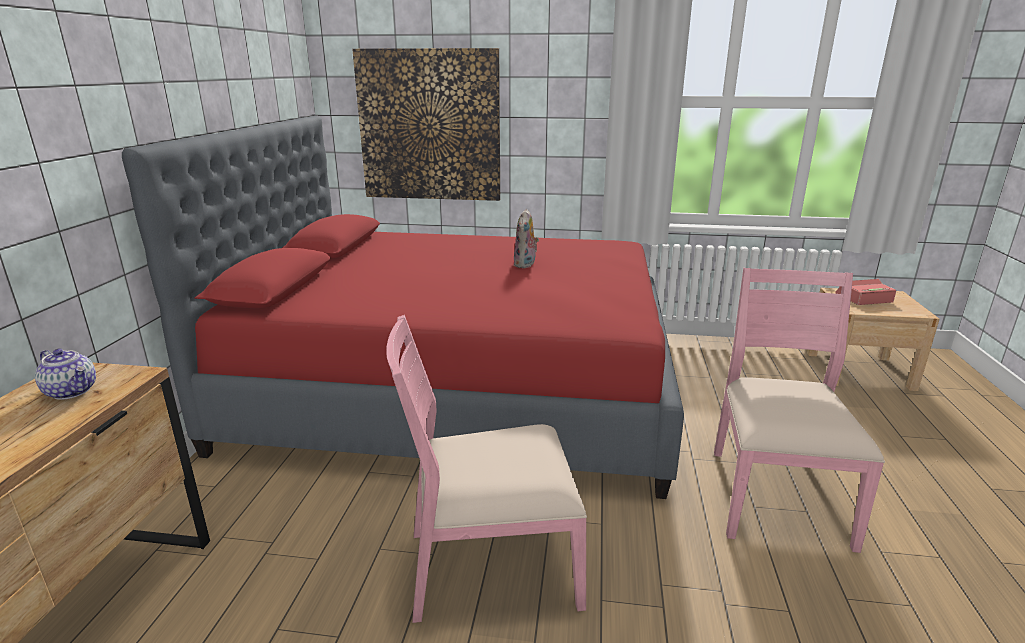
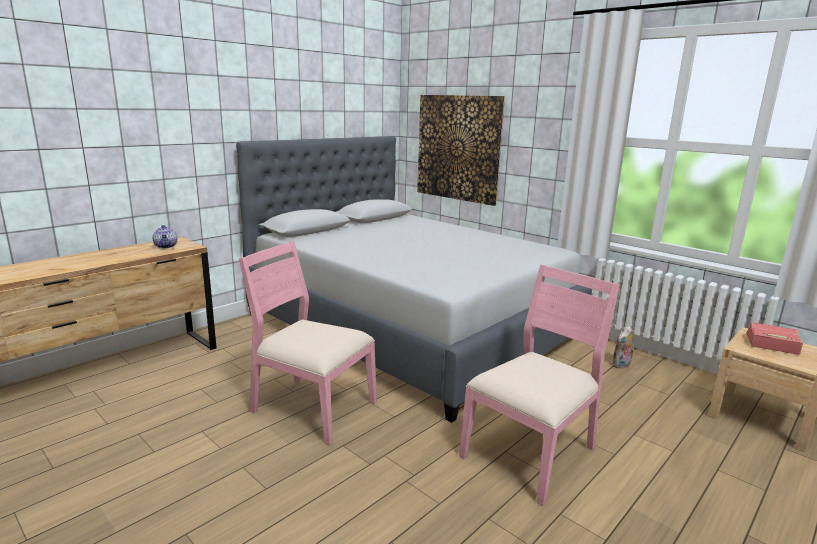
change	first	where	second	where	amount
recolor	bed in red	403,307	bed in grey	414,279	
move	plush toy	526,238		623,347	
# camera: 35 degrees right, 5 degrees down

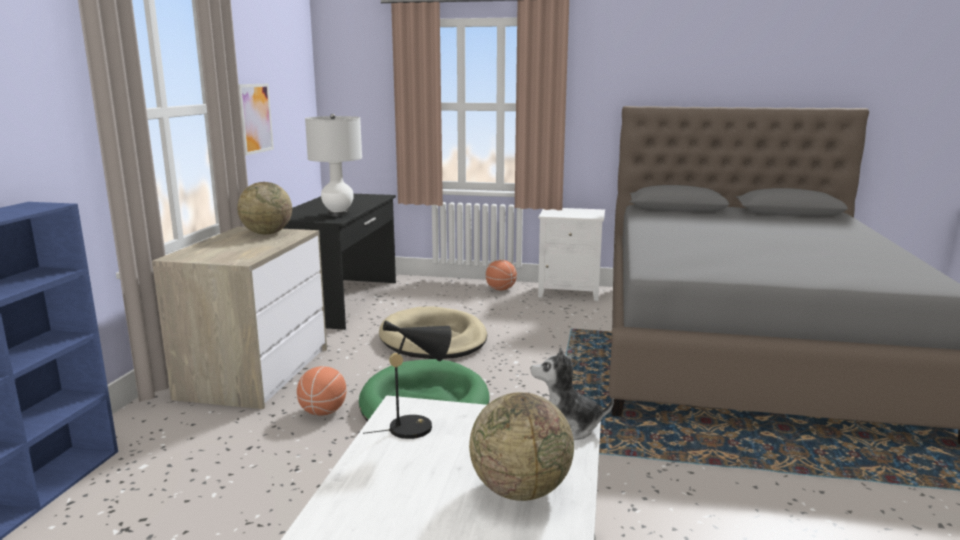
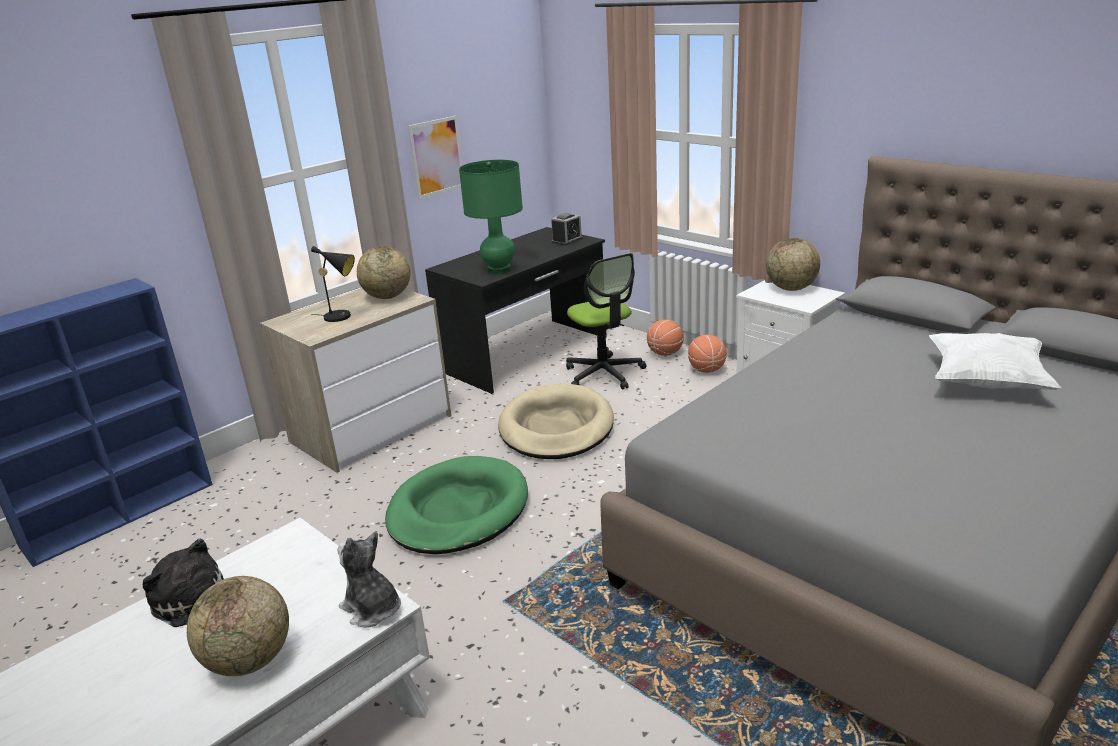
change	first	where	second	where	amount
insert			plush toy	183,583	
move	table lamp in black	407,379		333,284	
recolor	table lamp in white	333,165	table lamp in green	491,217	
insert			alarm clock	567,229	
insert			office chair	606,321	
move	basketball	321,391		665,337	
insert			globe	793,264	
insert			pillow in white	995,361	
# camera: 35 degrees right, 10 degrees up

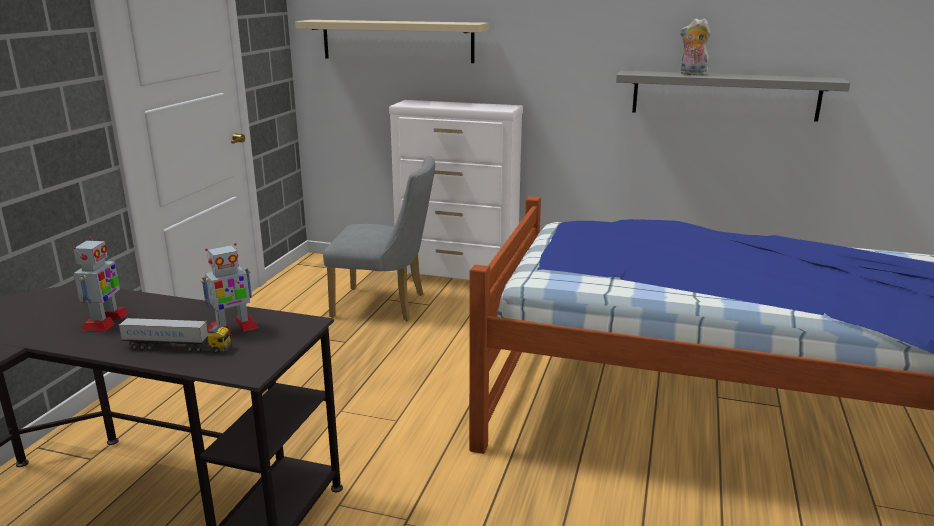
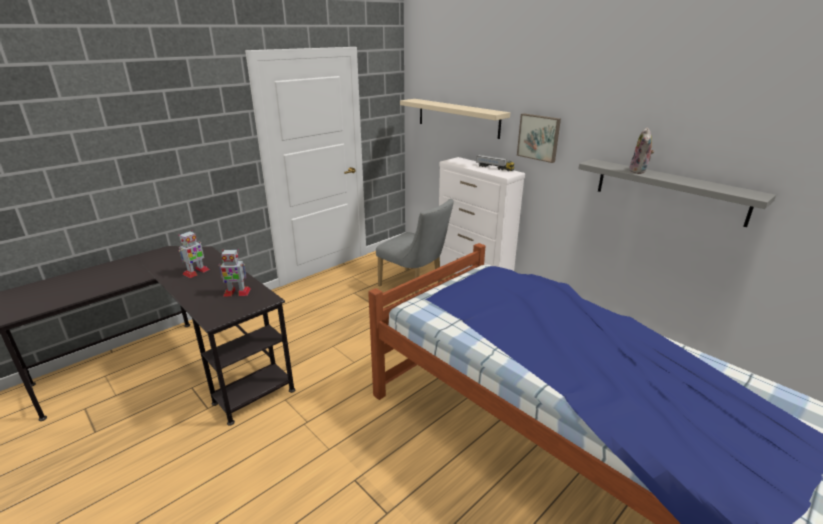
change	first	where	second	where	amount
move	toy truck	174,335		495,163	
insert			picture	539,138	
rotate	plush toy	695,47		641,150	135 degrees counterclockwise
# camera: 30 degrees right, 5 degrees up

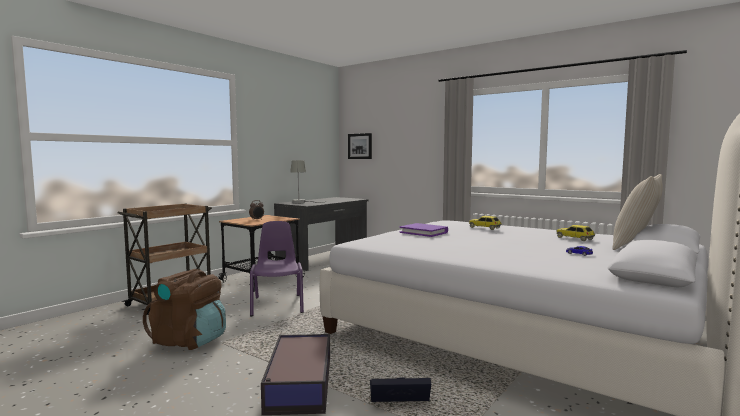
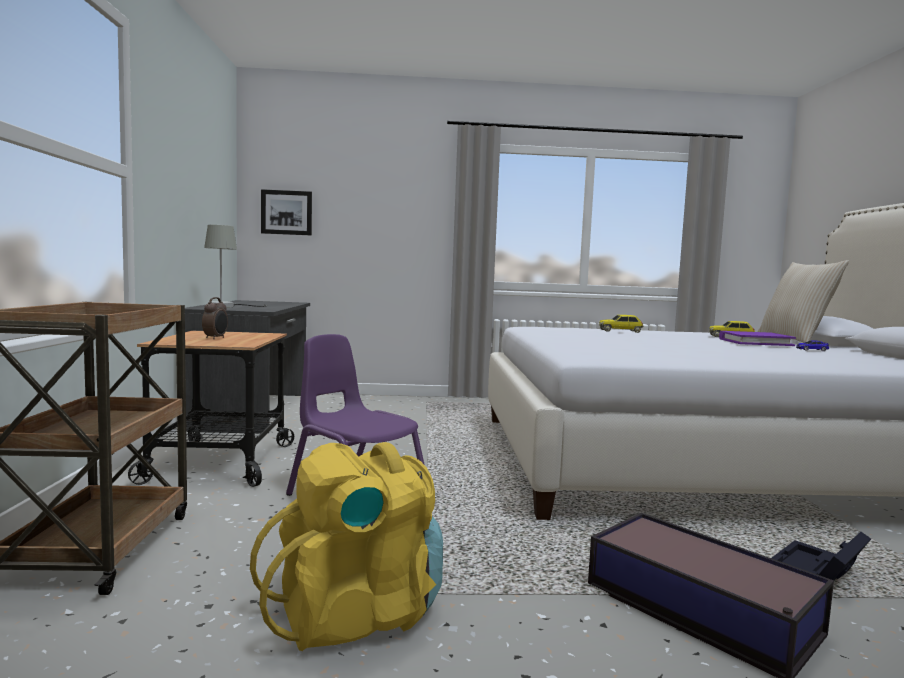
change	first	where	second	where	amount
recolor	backpack in brown	184,309	backpack in yellow	346,546	
move	book in purple	423,230		757,338	
# camera: 40 degrees left, 0 degrees up

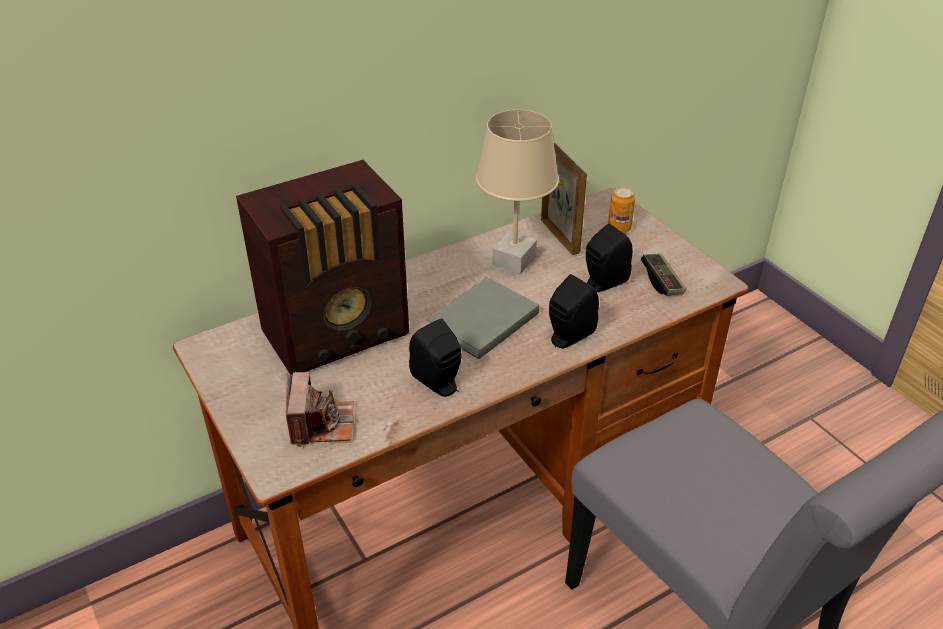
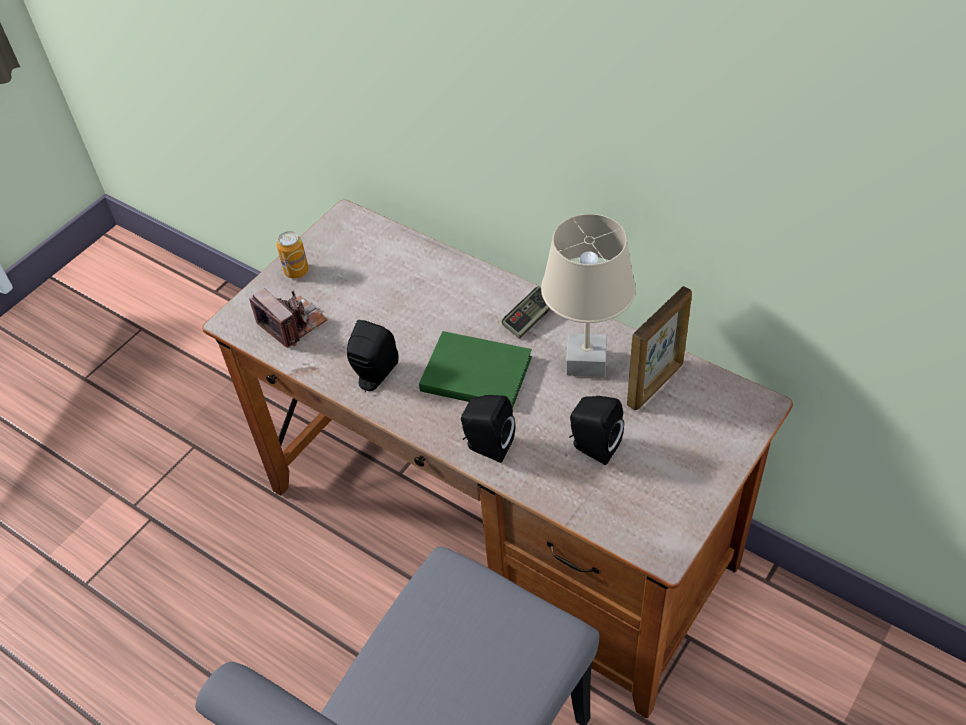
change	first	where	second	where	amount
rotate	photo camera	320,409		288,318	105 degrees counterclockwise
move	can	621,210		293,255	
recolor	book in grey	483,318	book in green	475,369	
move	game controller	663,274		526,312	
delete	radio	322,267			
# camera: 70 degrees right, 10 degrees up

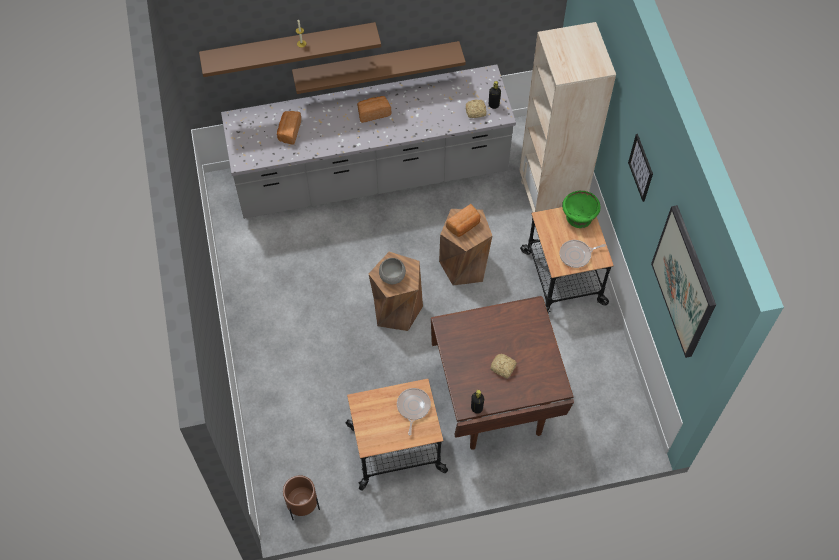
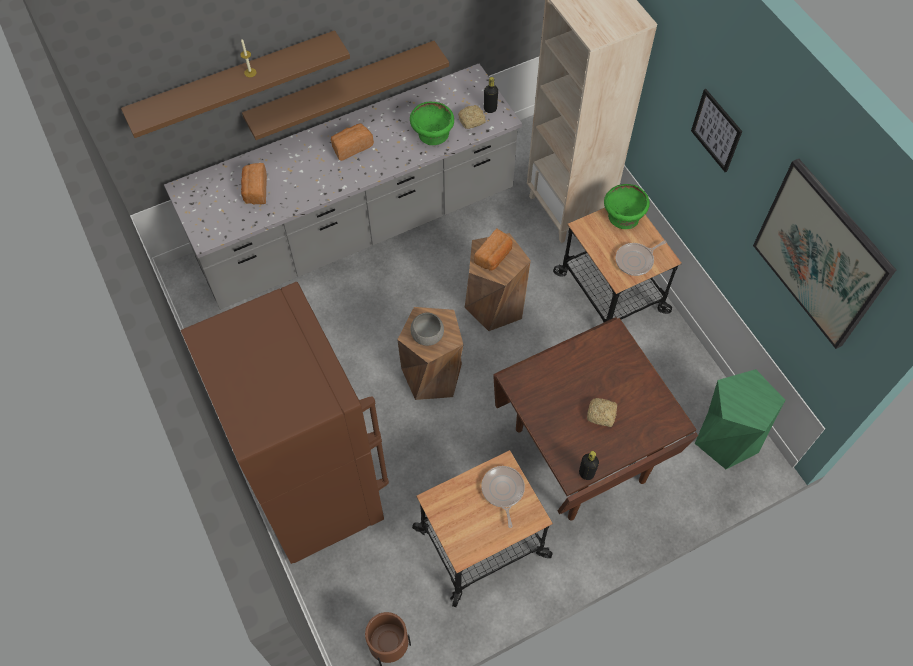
change	first	where	second	where	amount
insert			fridge in brown	285,422	
insert			bowl in green	432,123	
insert			stool in green	740,419	
# camera: 15 degrees left, 0 degrees up

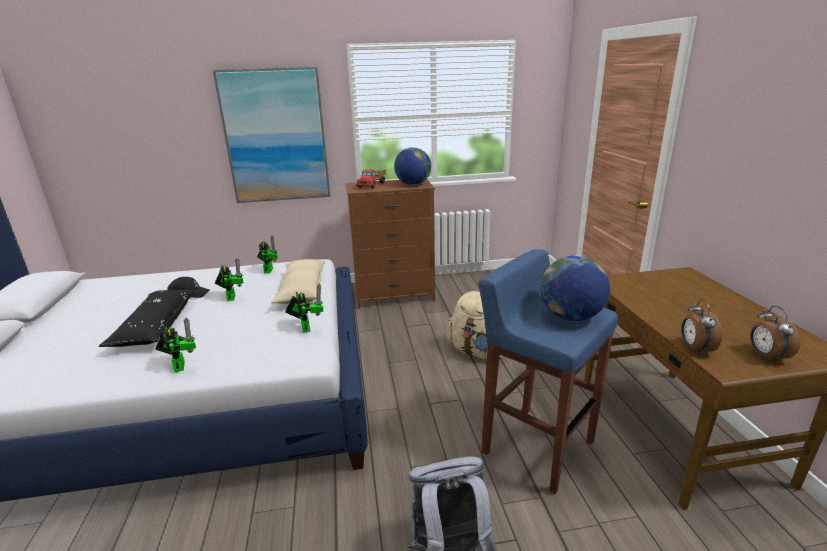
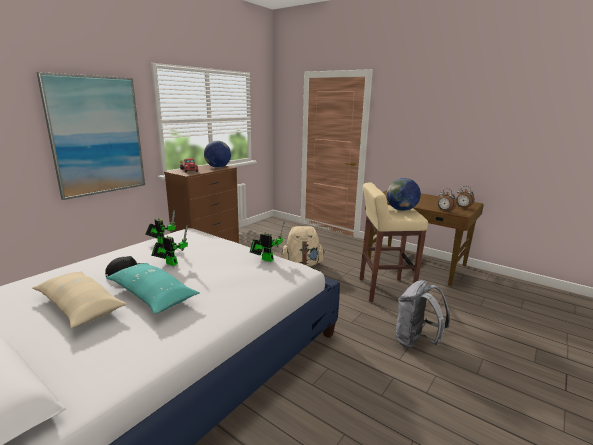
change	first	where	second	where	amount
move	pillow in beige	298,281		80,299	
recolor	pillow in black	147,318	pillow in turquoise	152,288	
recolor	stool in blue	548,371	stool in beige	393,242	
delete	toy robot	175,345			
# camera: 45 degrees left, 5 degrees down

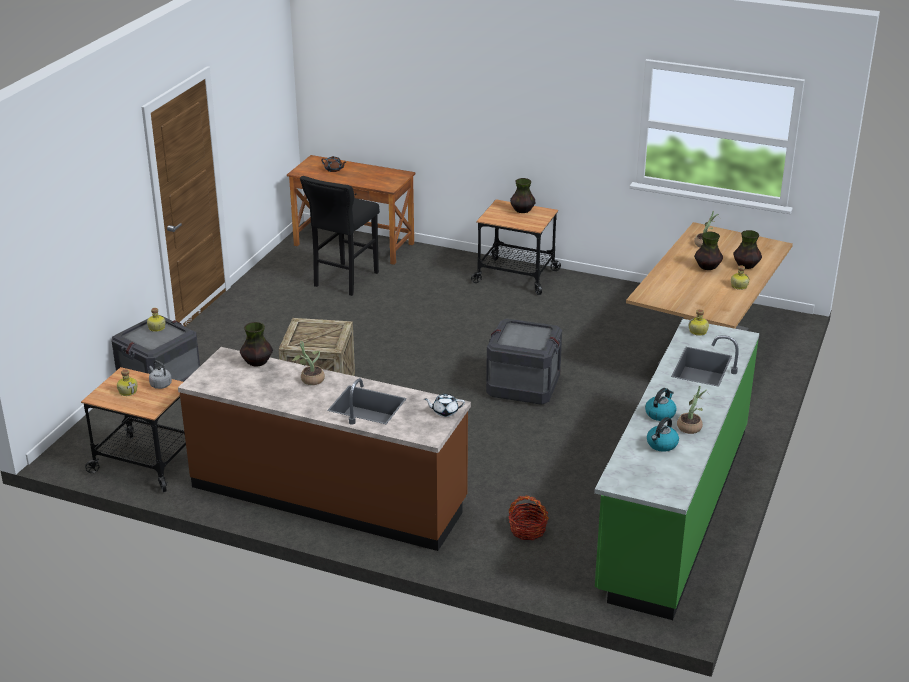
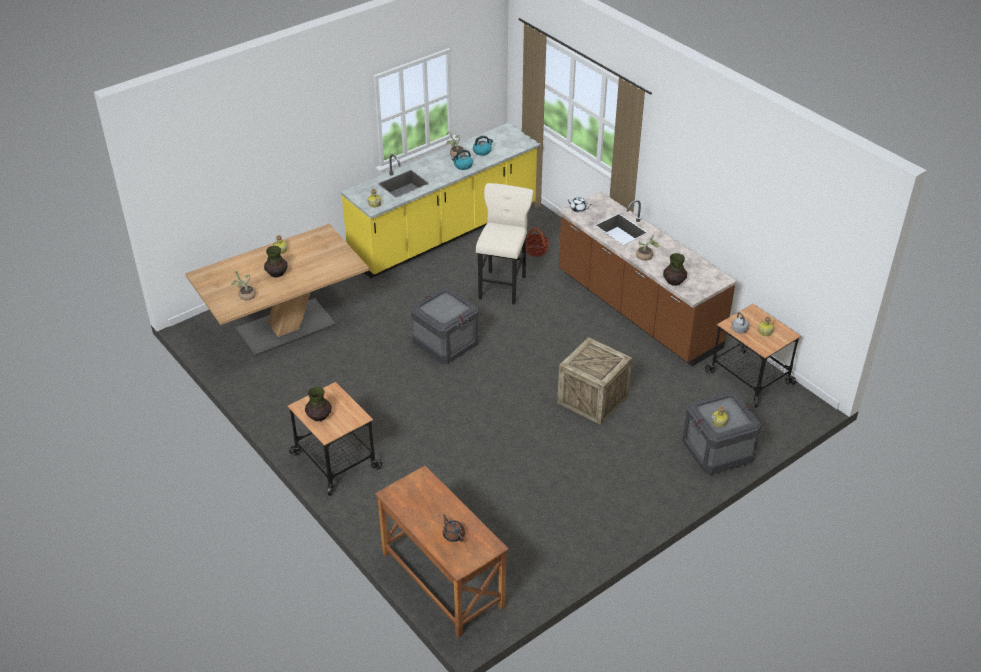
change	first	where	second	where	amount
recolor	counter in green	676,469	counter in yellow	441,200	
insert			stool in beige	504,244	
delete	stool in black	340,236			
delete	vase	747,249			
# camera: 150 degrees left, 10 degrees up

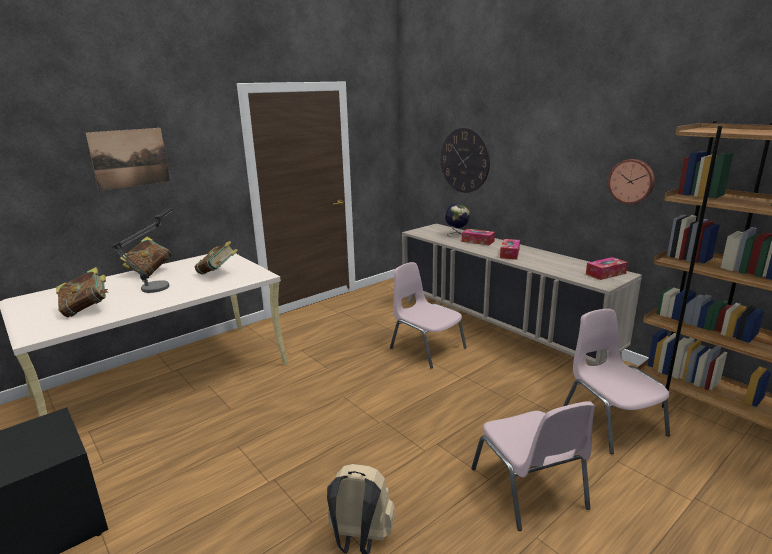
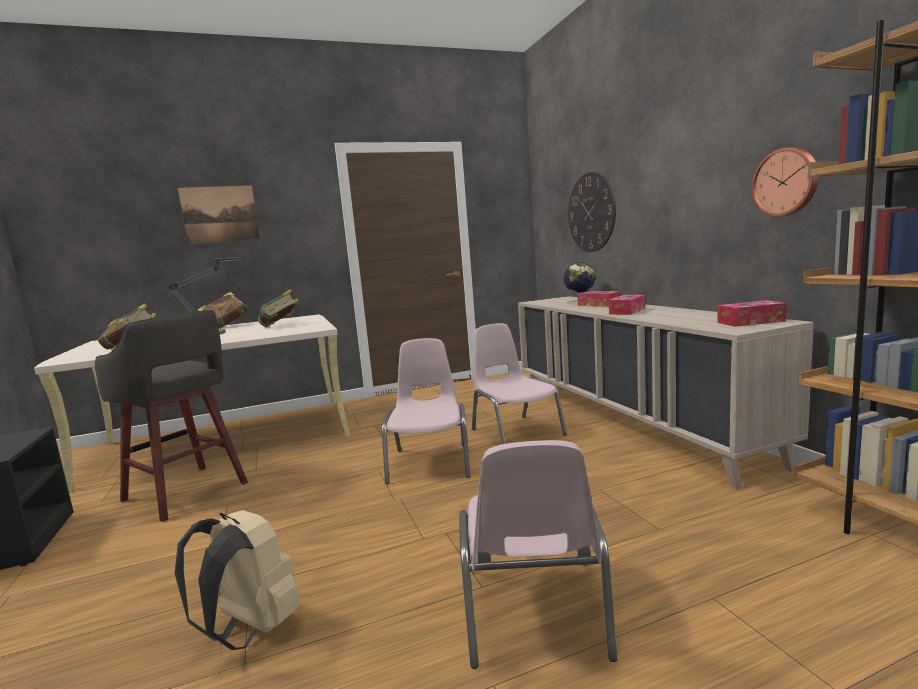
change	first	where	second	where	amount
insert			stool in grey	171,416	
move	chair in pink	616,381		426,411	
# camera: 20 degrees right, 10 degrees down

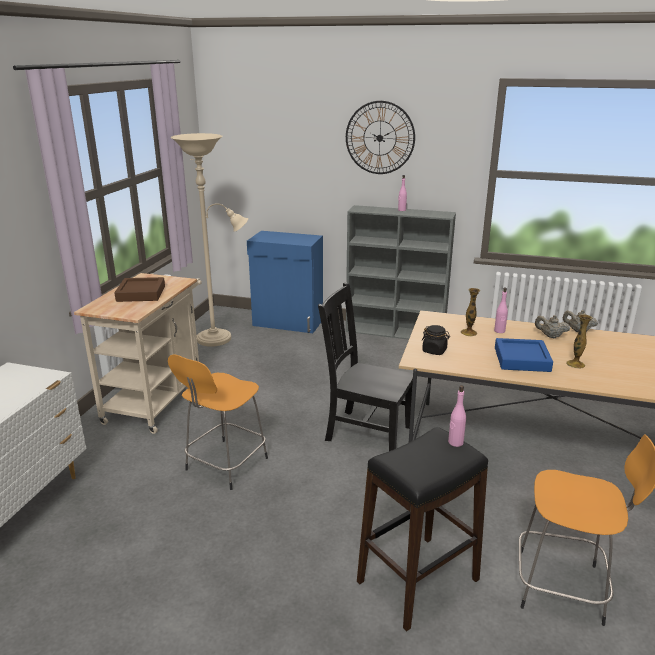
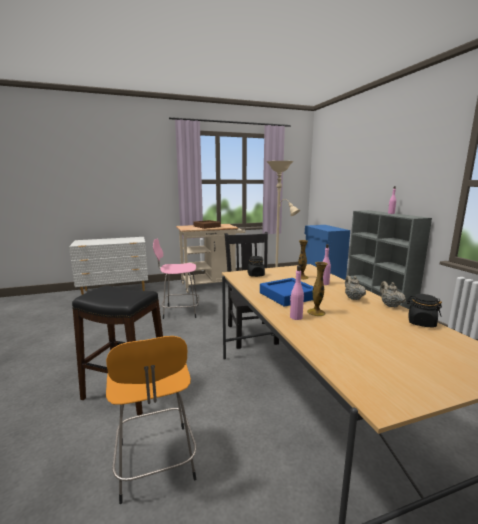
change	first	where	second	where	amount
recolor	stool in orange	218,422	stool in pink	176,279	
move	bottle in pink	457,416		297,293	
insert			jar in black	424,311	
delete	wall clock	380,137			
# camera: 55 degrees right, 10 degrees down

